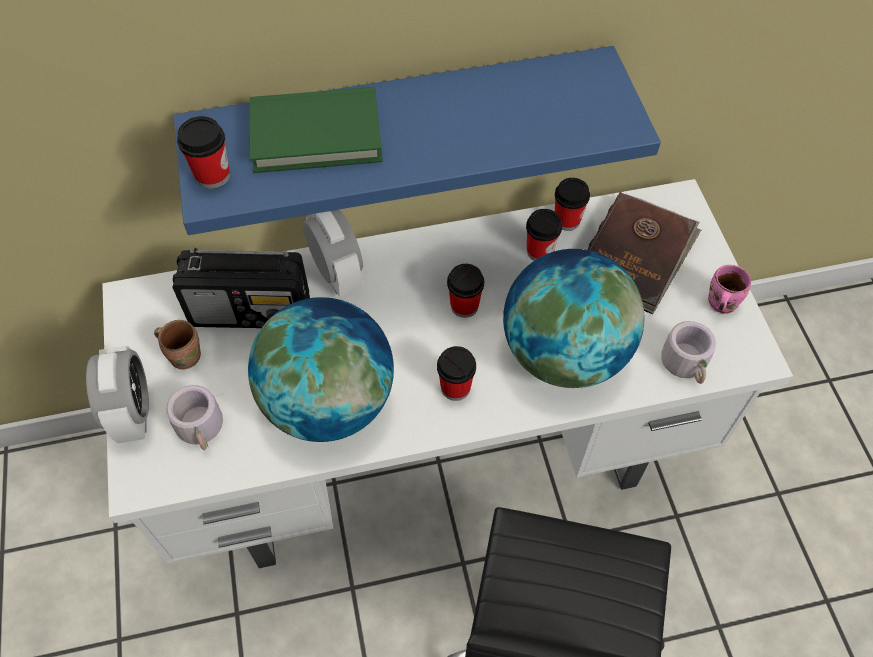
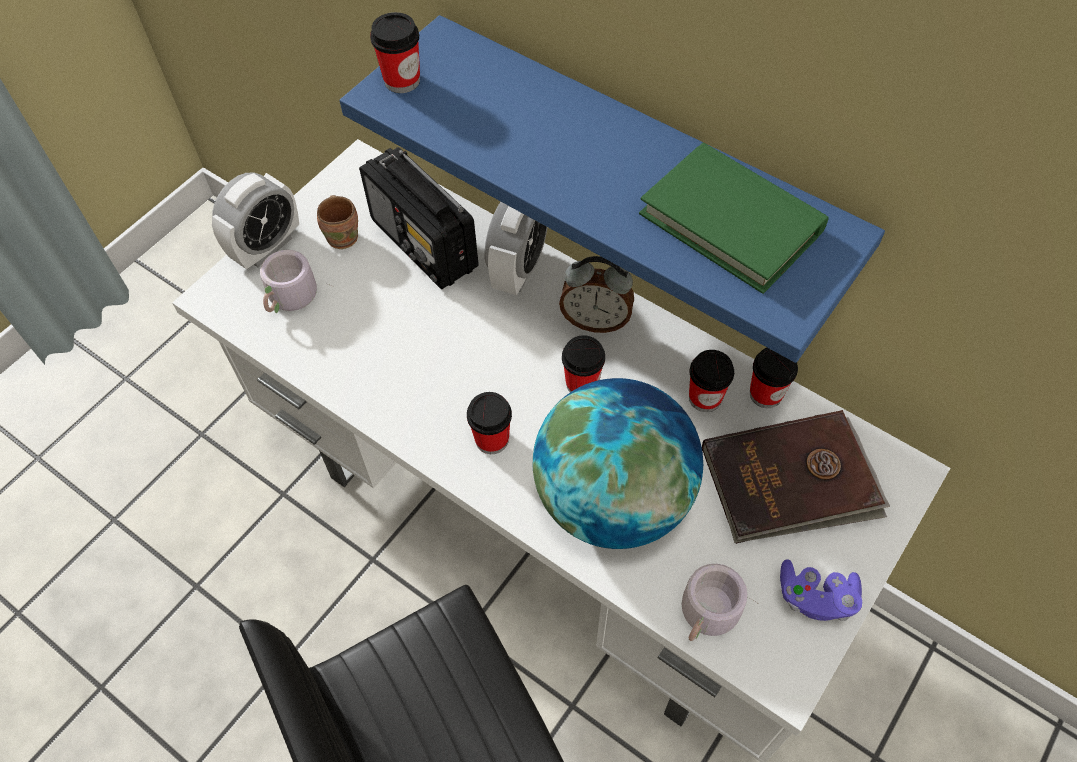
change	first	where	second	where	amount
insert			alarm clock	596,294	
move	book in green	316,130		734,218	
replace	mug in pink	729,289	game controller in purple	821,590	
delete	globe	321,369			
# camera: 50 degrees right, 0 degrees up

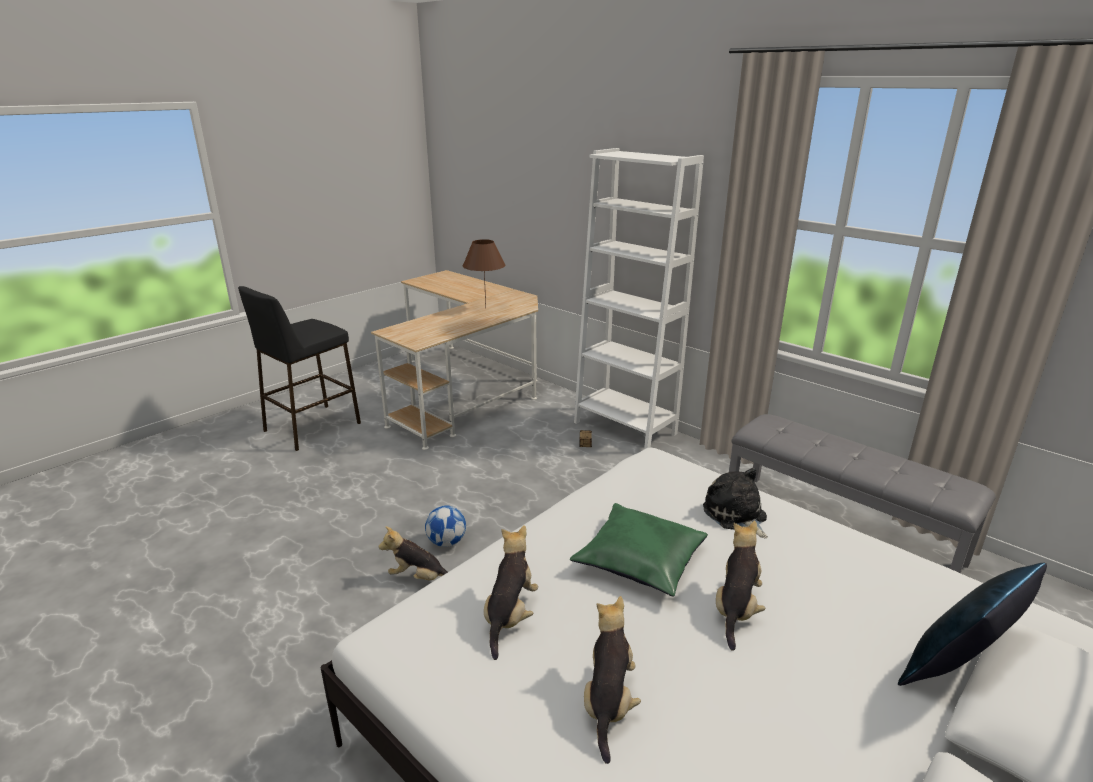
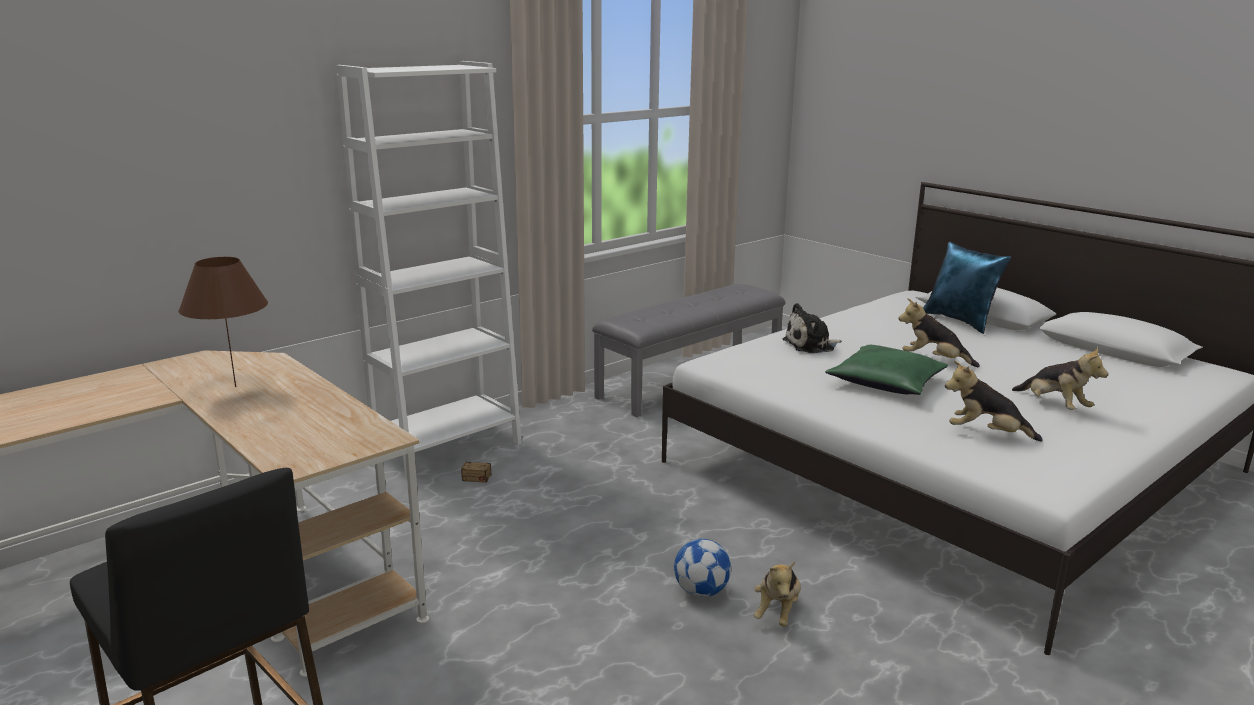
change	first	where	second	where	amount
rotate	plush toy	612,680		1060,378	135 degrees counterclockwise
# camera: 85 degrees left, 5 degrees down

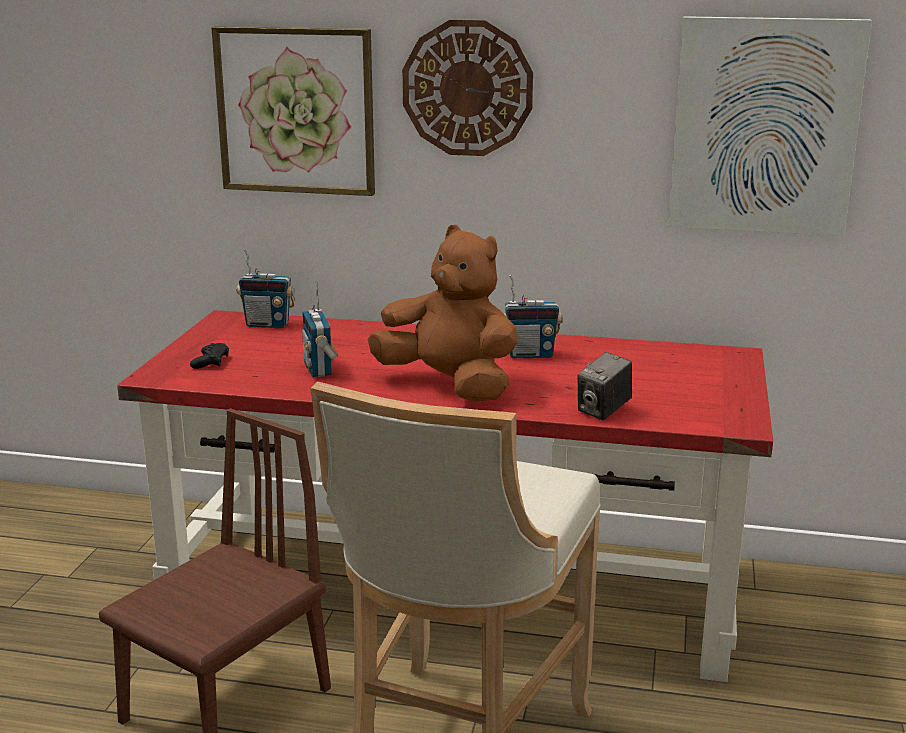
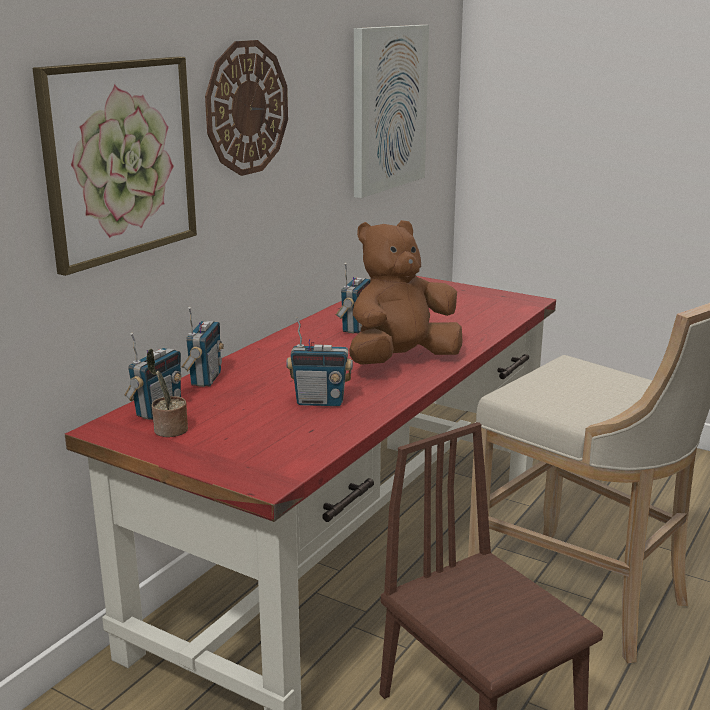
change	first	where	second	where	amount
insert			potted plant	167,393	
insert			radio	203,347	
delete	game controller in black	209,356			
delete	photo camera	604,386			
# camera: 70 degrees left, 0 degrees up

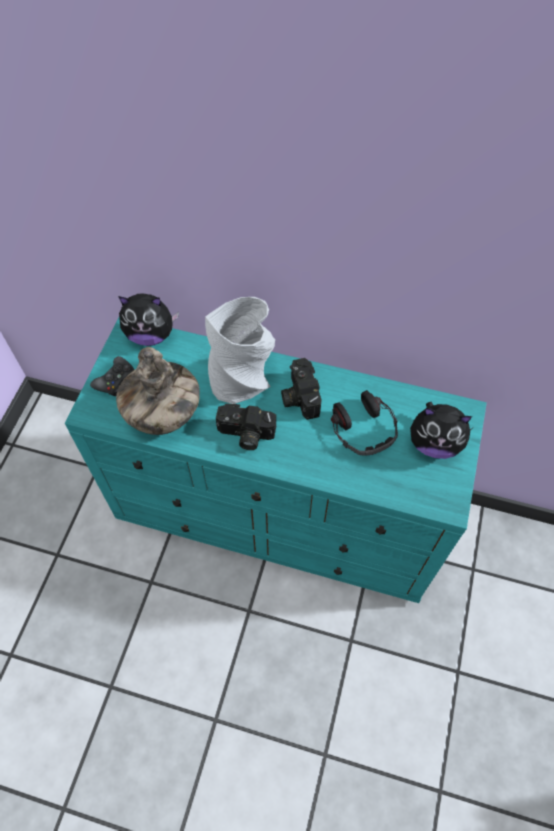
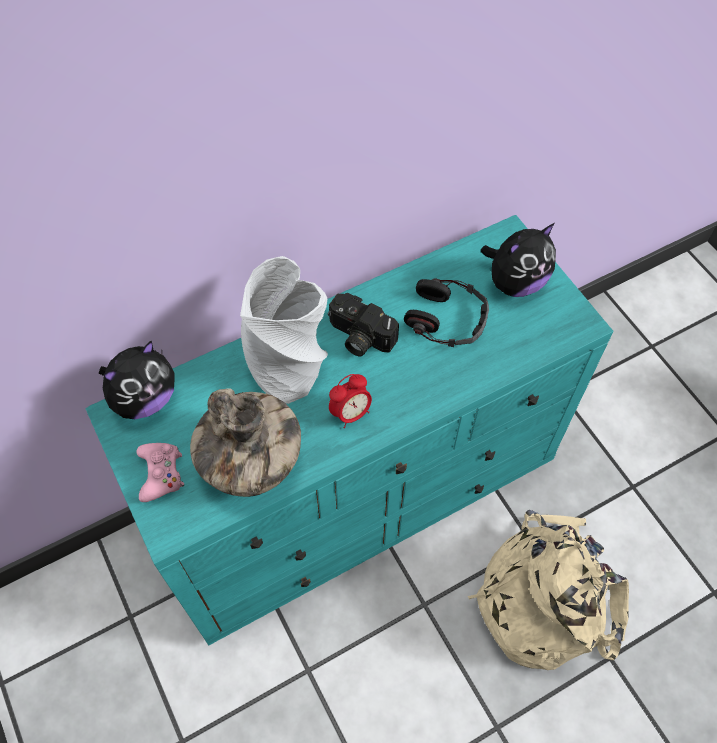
change	first	where	second	where	amount
recolor	game controller in black	112,376	game controller in pink	160,472	
replace	photo camera	246,427	alarm clock	350,401	
insert			backpack in beige	548,590	
# camera: 45 degrees left, 0 degrees up

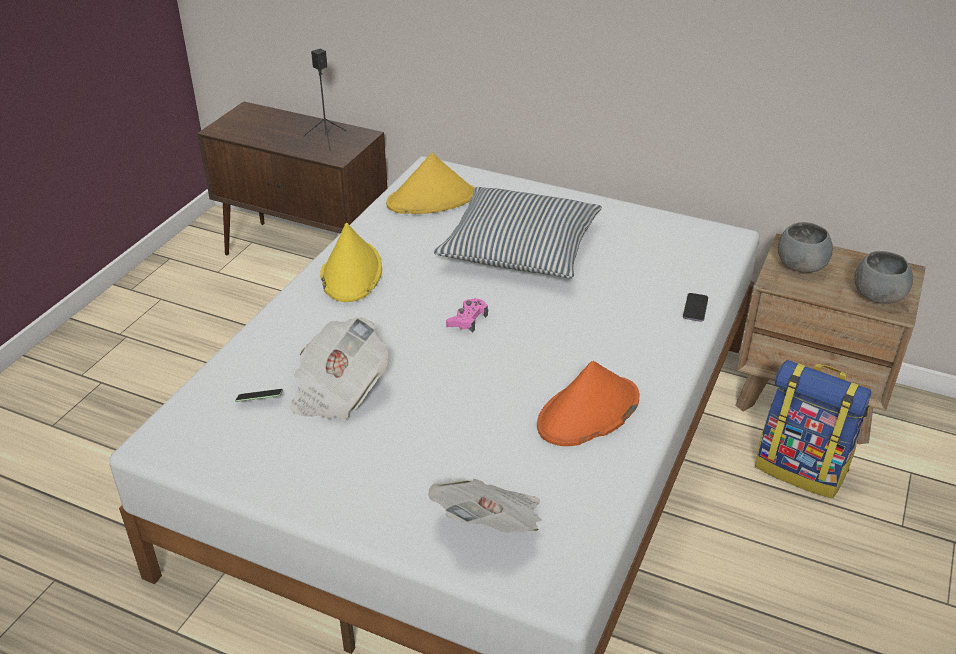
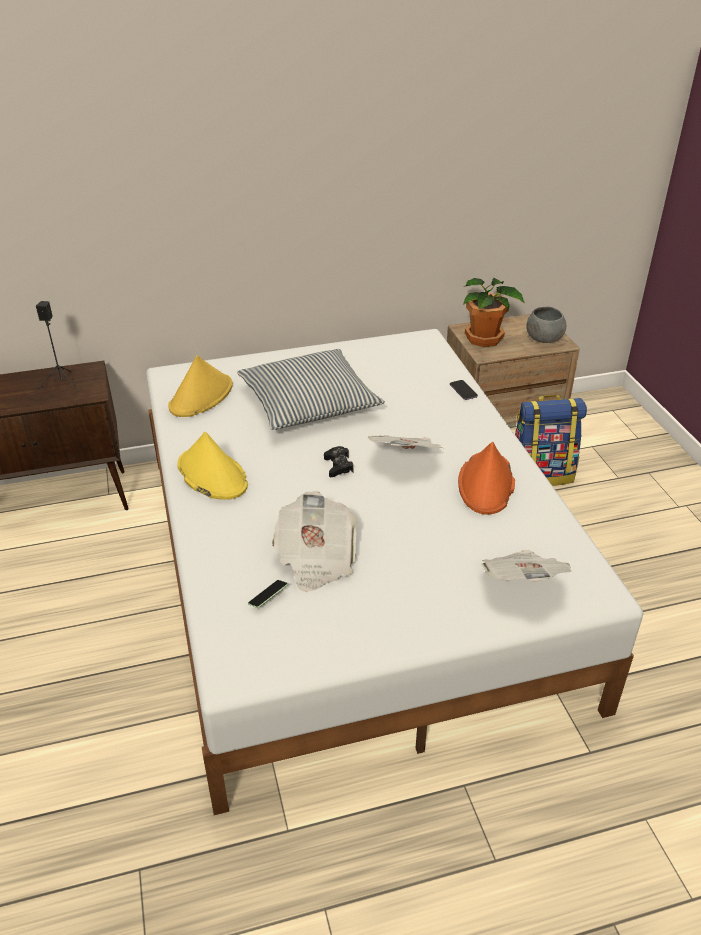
change	first	where	second	where	amount
recolor	game controller in pink	467,315	game controller in black	338,461	
insert			newspaper	405,442	
replace	bowl in grey	805,247	potted plant	494,312	
# camera: 40 degrees left, 0 degrees up

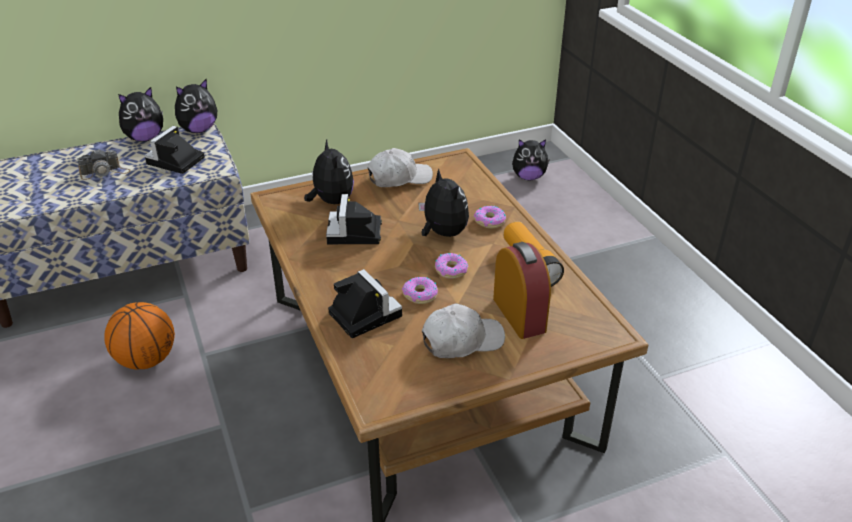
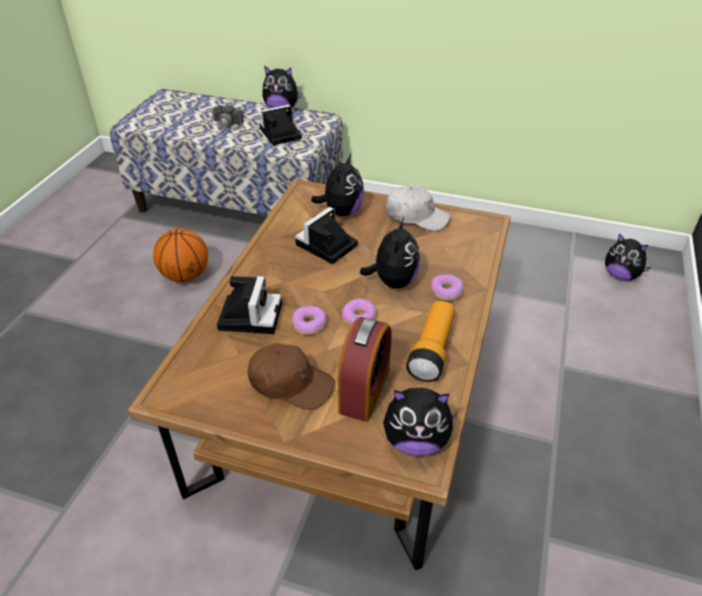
change	first	where	second	where	amount
recolor	cap in white	463,330	cap in brown	291,376	
move	plush toy	196,106		420,421	
# camera: 40 degrees right, 5 degrees up

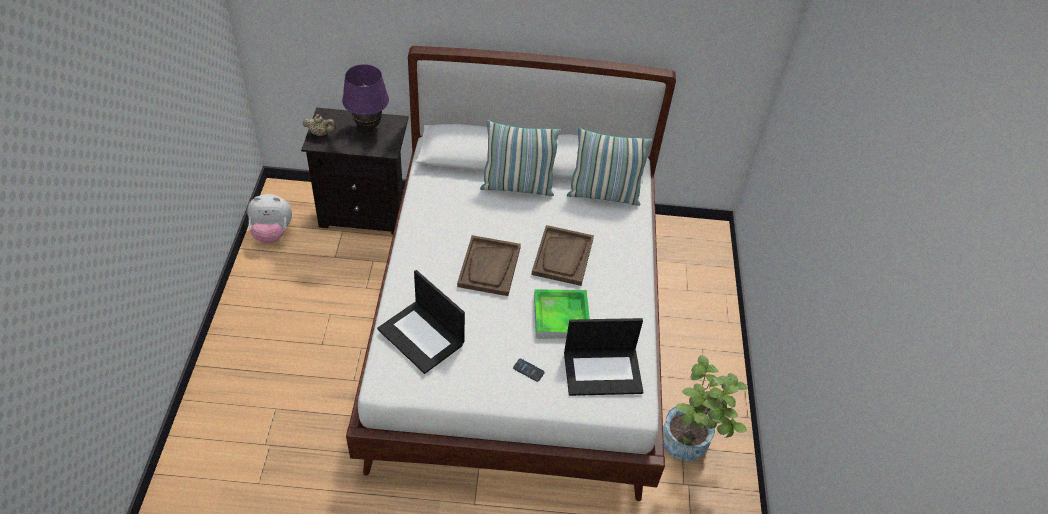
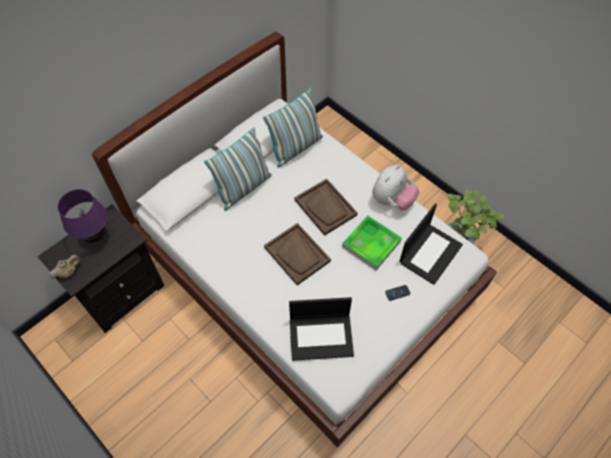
change	first	where	second	where	amount
move	plush toy	269,219		395,187	
# camera: 45 degrees left, 10 degrees up

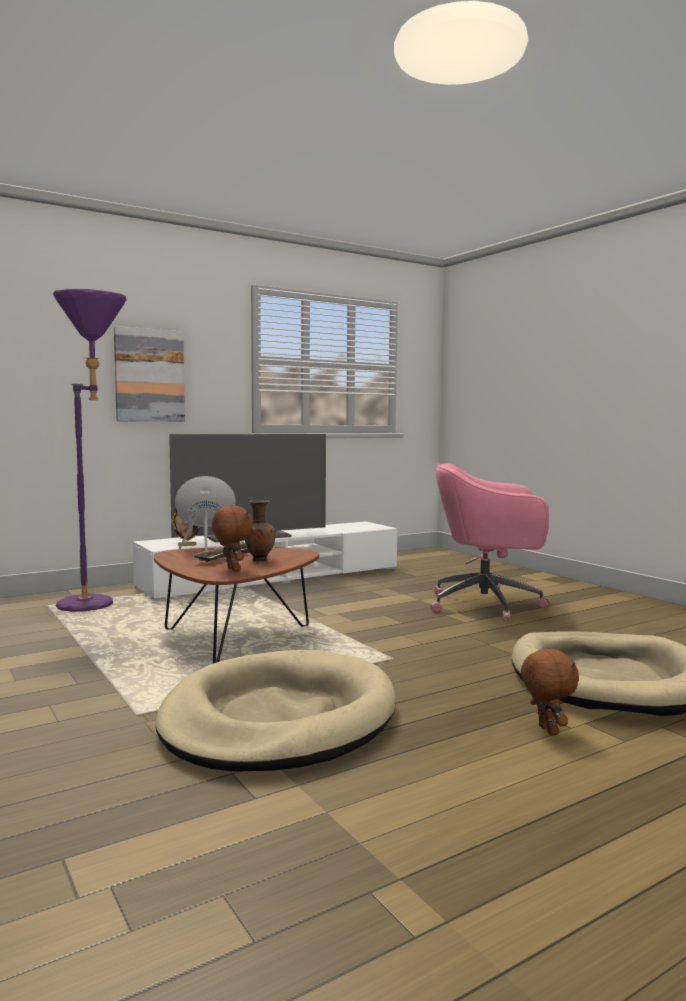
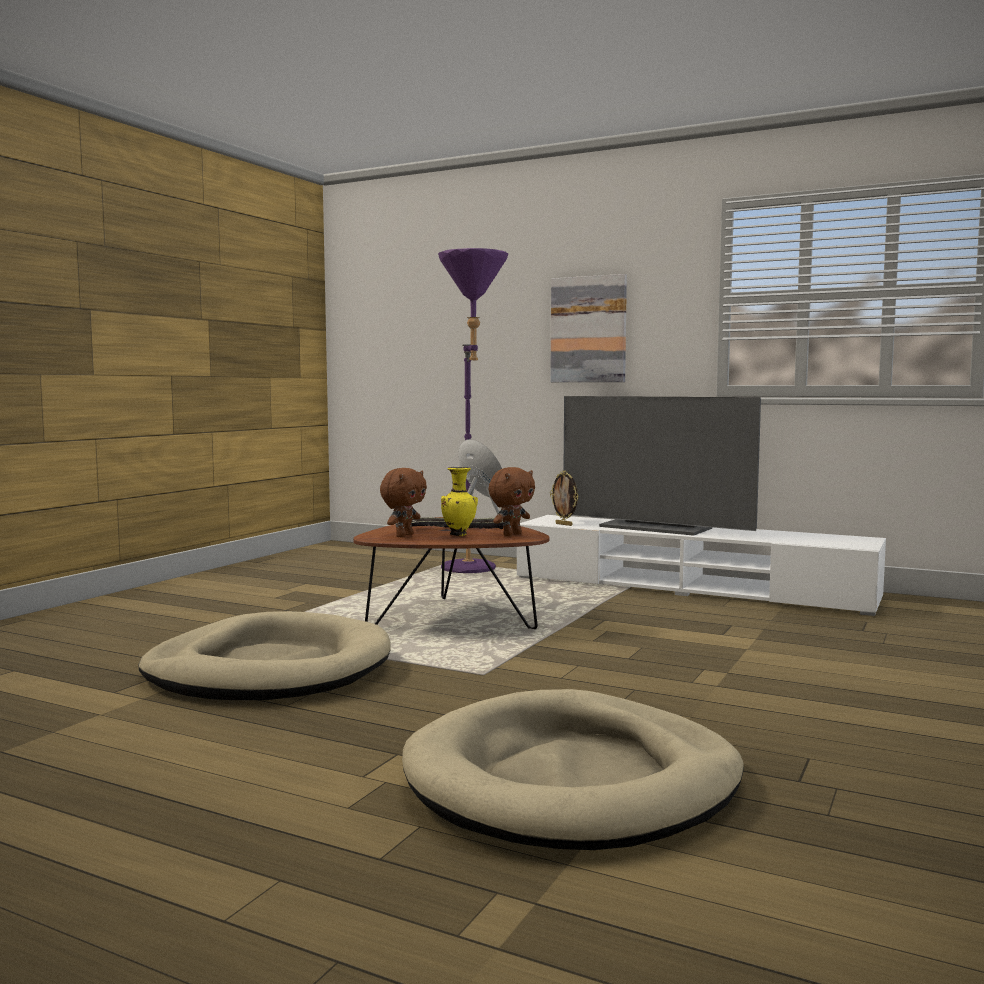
change	first	where	second	where	amount
recolor	vase in brown	260,531	vase in yellow	459,501	
move	plush toy in brown	550,691		511,501	
delete	office chair in pink	489,542			
# camera: 60 degrees right, 0 degrees up

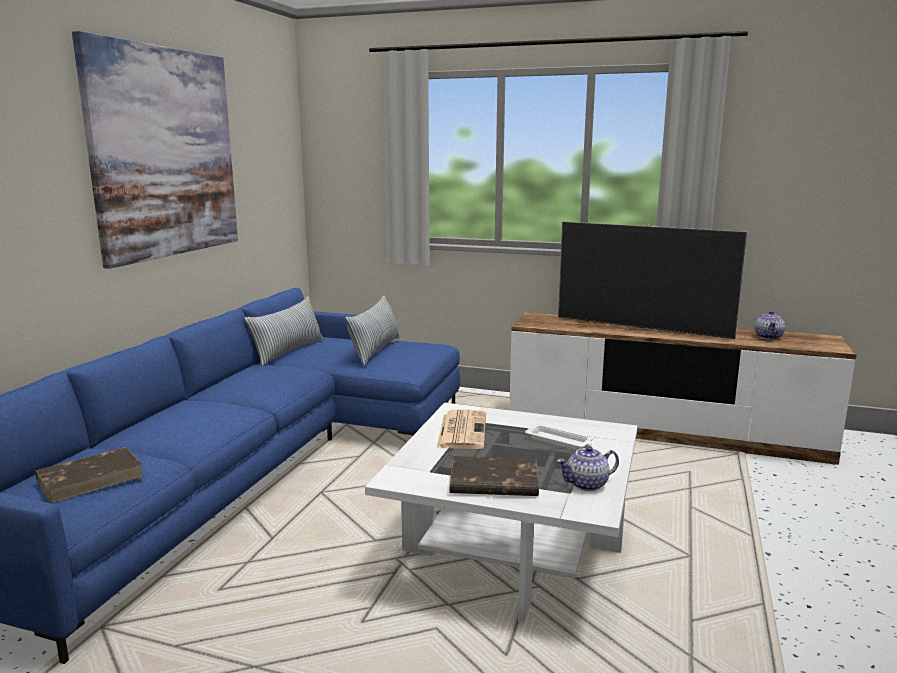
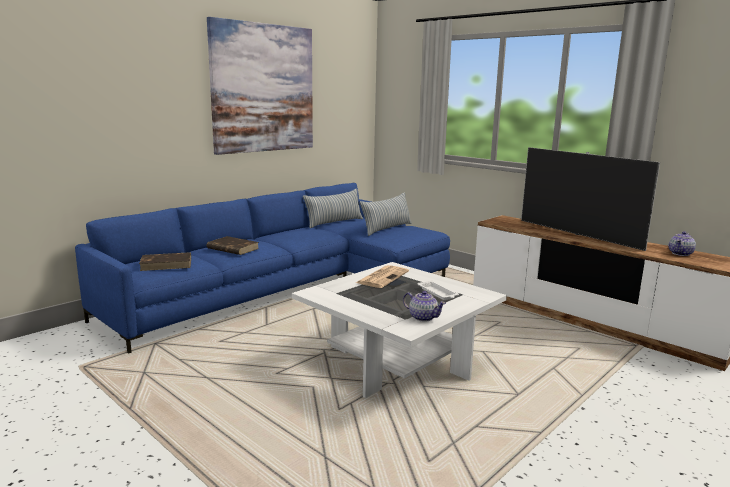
change	first	where	second	where	amount
move	book in brown	494,476		232,245	
rotate	teapot	588,468		424,306	150 degrees counterclockwise
# camera: 25 degrees right, 0 degrees up

